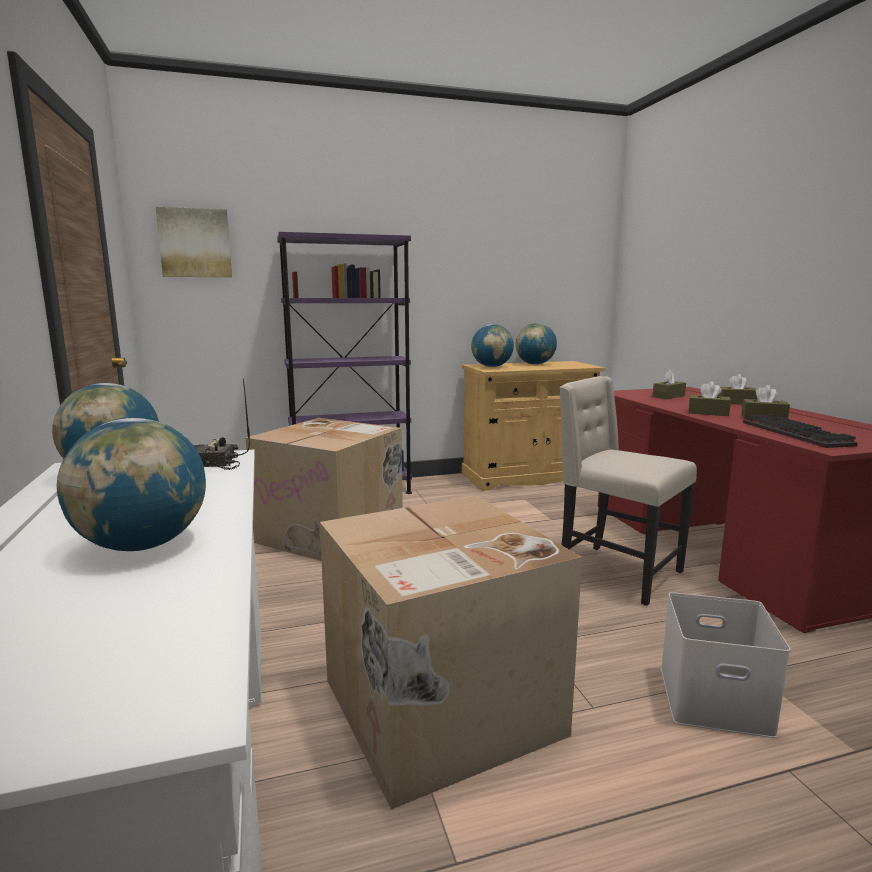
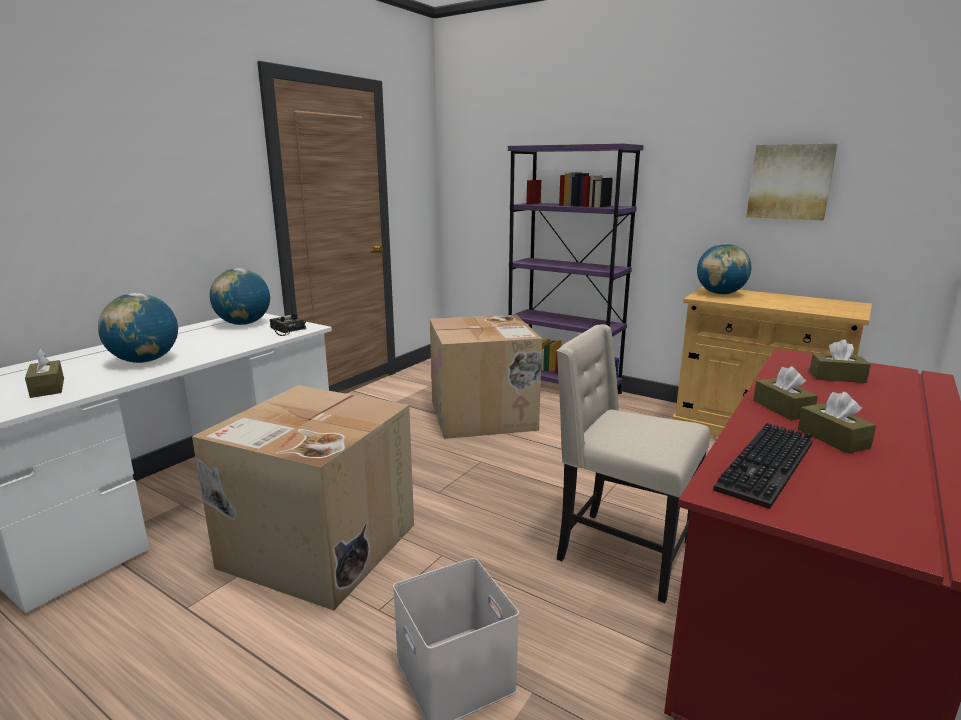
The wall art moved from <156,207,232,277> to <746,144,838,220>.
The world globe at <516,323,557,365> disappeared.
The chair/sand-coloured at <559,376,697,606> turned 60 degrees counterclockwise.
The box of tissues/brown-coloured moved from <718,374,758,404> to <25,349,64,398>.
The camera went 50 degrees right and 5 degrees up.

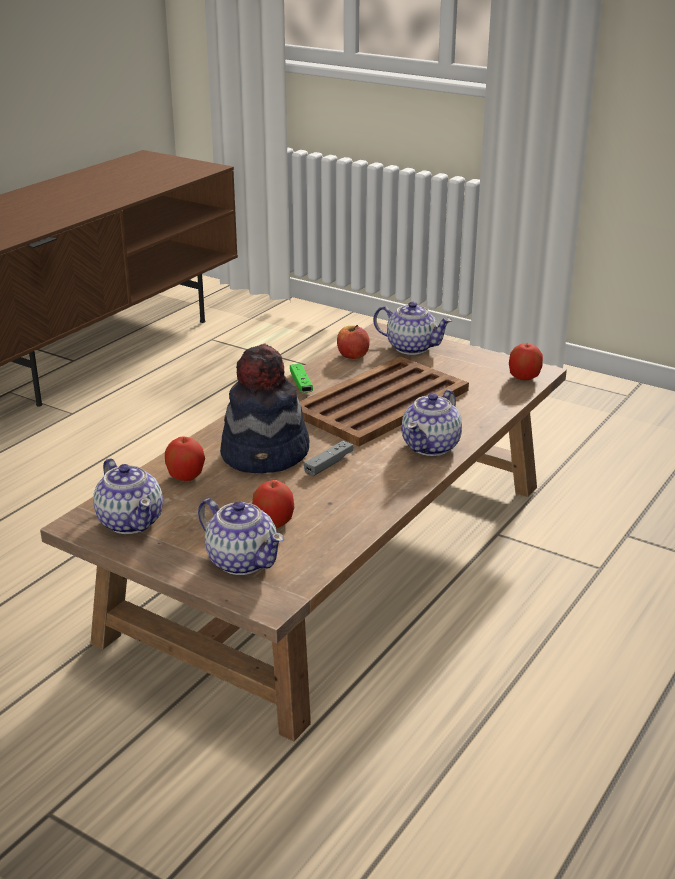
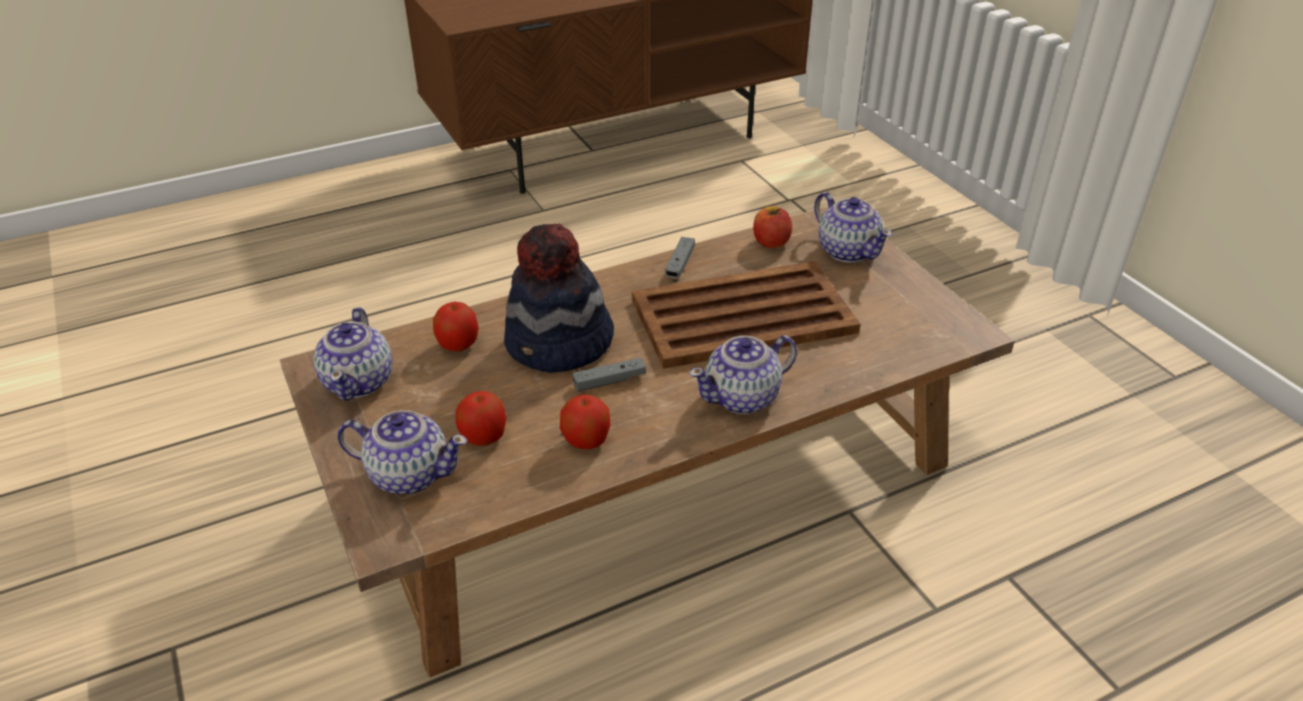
The pot for tea at <198,498,284,575> turned 60 degrees counterclockwise.
The gamepad/green-coloured at <290,364,313,393> became the gamepad/gray at <665,237,695,278>.
The whole apple moved from <509,343,543,380> to <560,395,610,449>.
The camera went 30 degrees right and 10 degrees up.

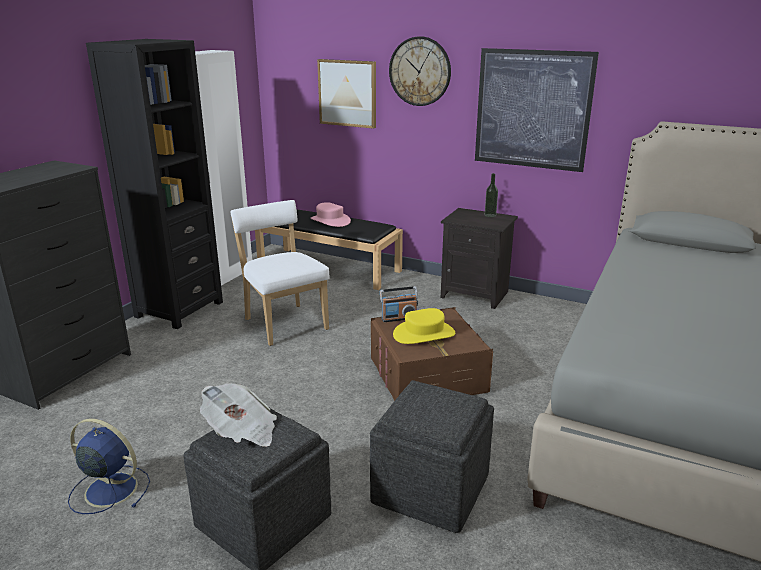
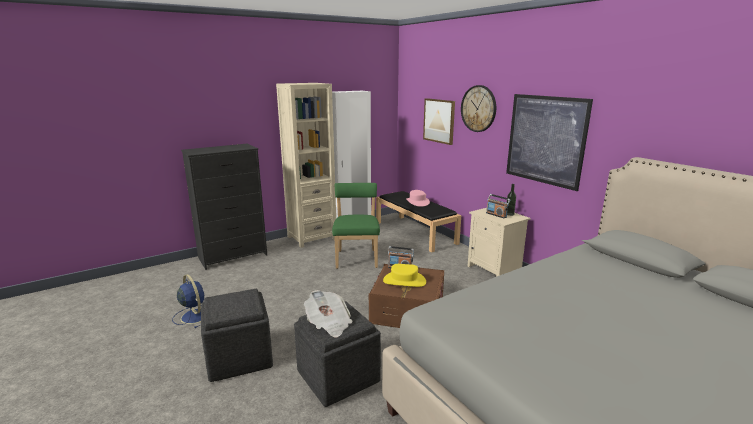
The shelving unit/blackish at <86,39,223,329> became the shelving unit/sand-coloured at <276,83,336,248>.
The newspaper moved from <199,383,277,447> to <304,290,353,337>.
The chair/white at <231,200,330,346> became the chair/green-coloured at <332,183,380,269>.
The night table/blackish at <441,208,518,309> became the night table/sand-coloured at <468,208,531,277>.
The radio receiver at <486,194,510,218> appeared.
The camera went 30 degrees right and 5 degrees down.

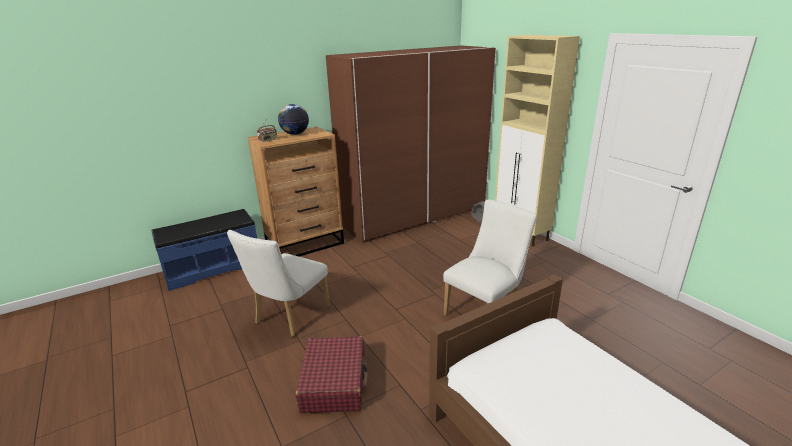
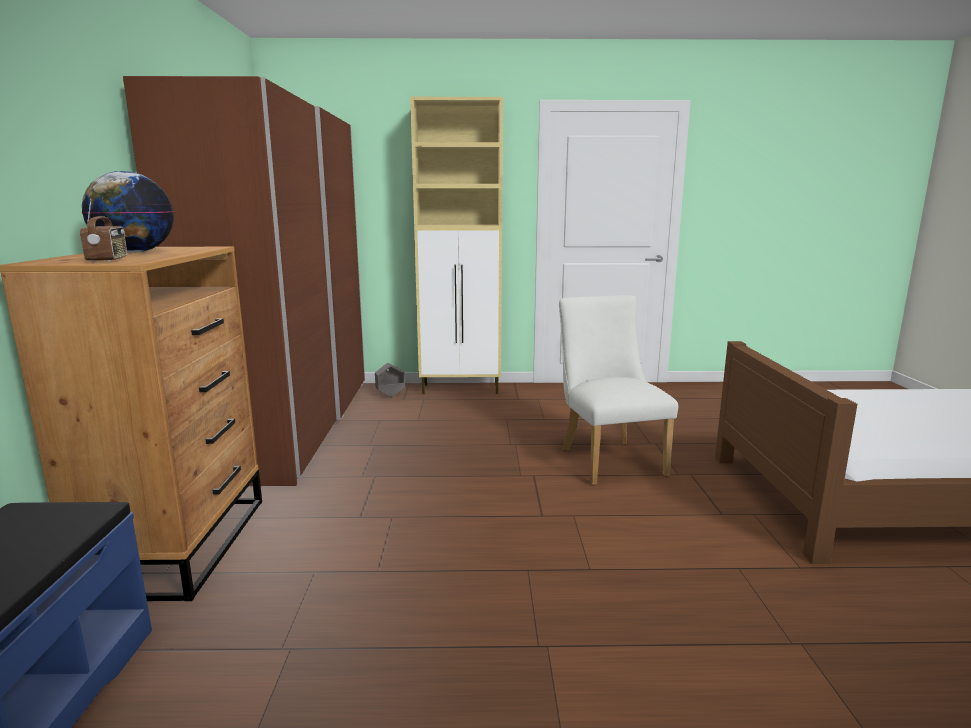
The chair/white at <227,230,330,337> disappeared.
The travel case/reddish at <296,336,368,413> disappeared.
The camera went 60 degrees left and 10 degrees down.

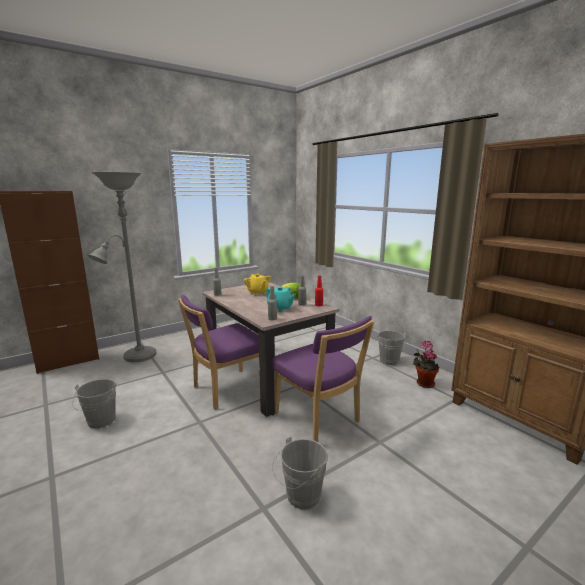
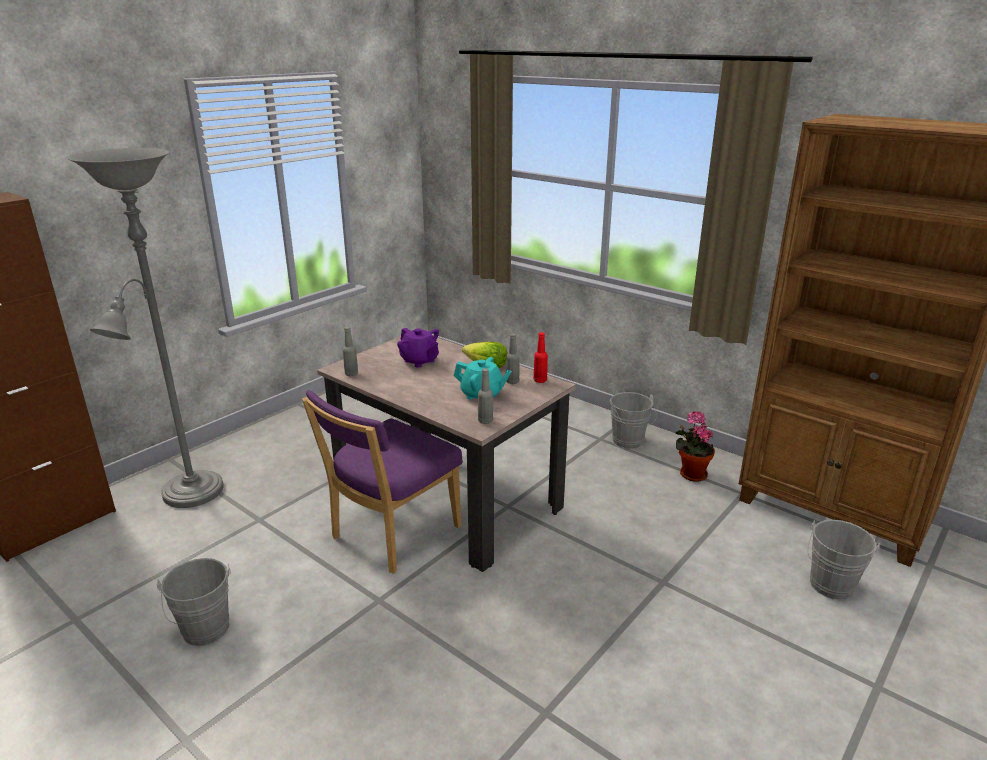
The pot for tea/yellow-coloured at <244,274,271,295> became the pot for tea/purple at <397,328,439,368>.
The chair/purple at <271,316,374,442> disappeared.
The bucket/gray moved from <272,437,328,510> to <807,520,880,600>.
The camera went 15 degrees left and 10 degrees up.

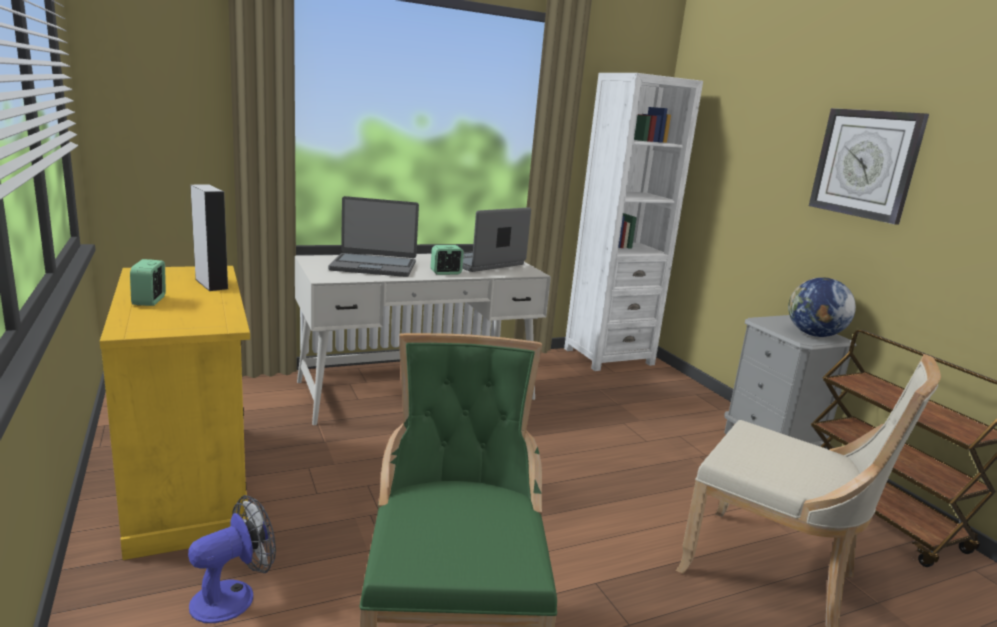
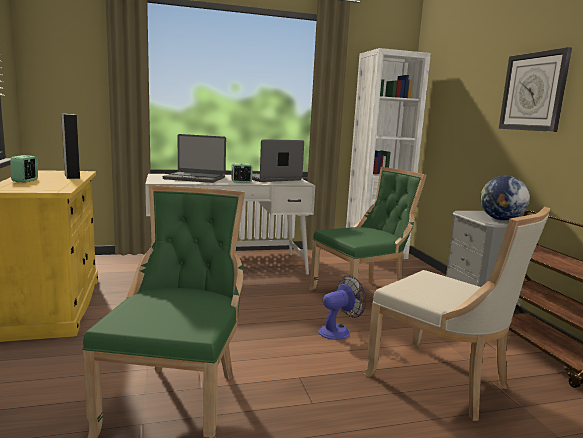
The electric fan moved from <188,495,276,623> to <318,275,366,340>.
The chair/green-coloured at <309,167,426,315> appeared.
The camera went 10 degrees right and 5 degrees down.

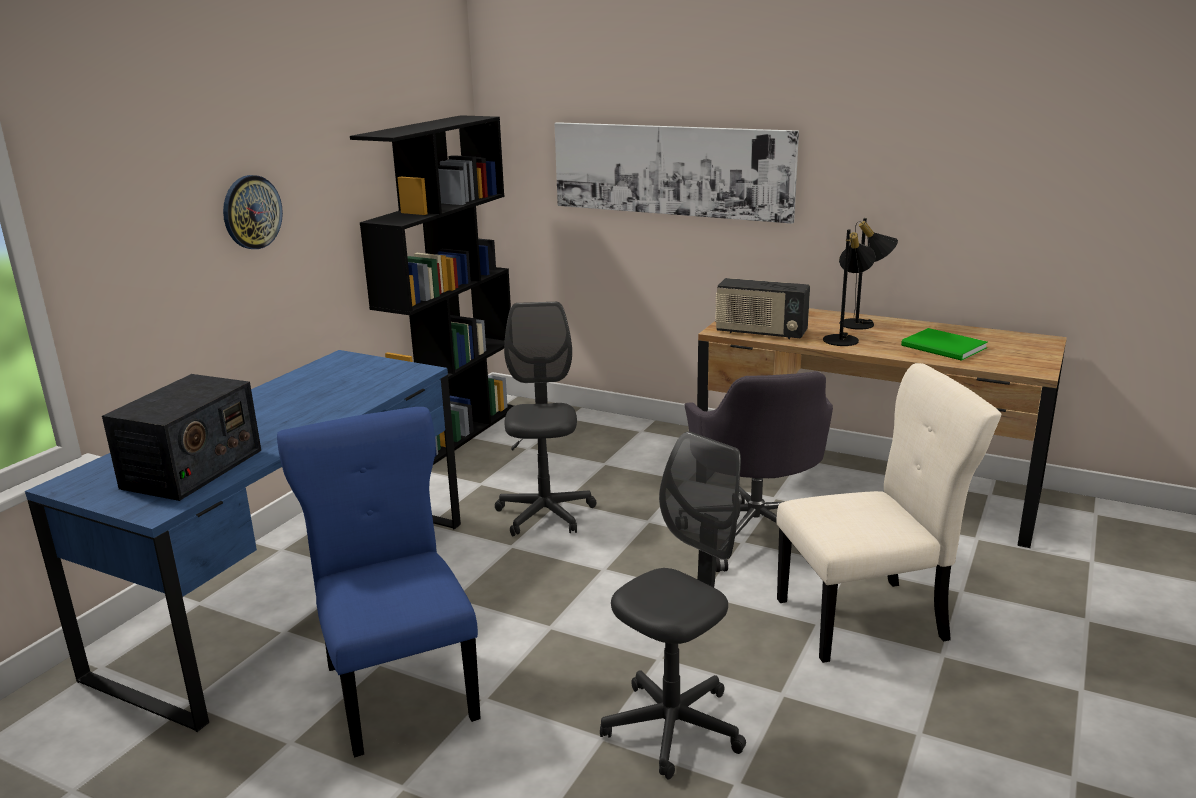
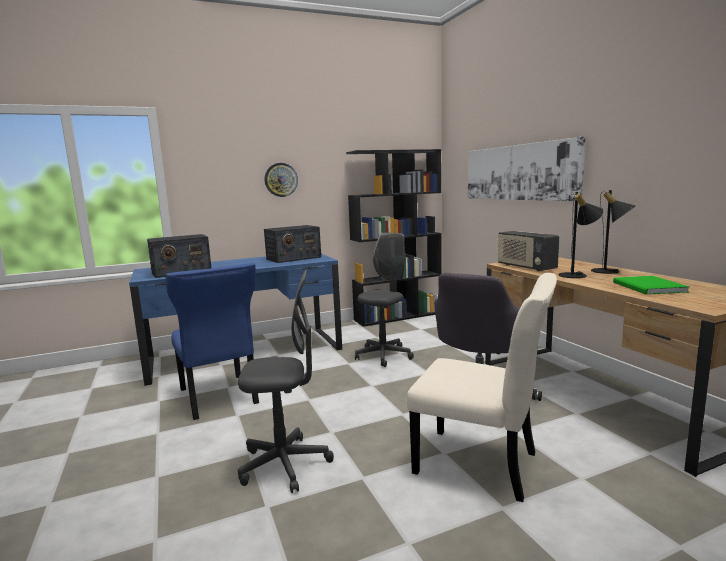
The chair/blue-coloured at <277,407,481,758> turned 135 degrees clockwise.
The radio receiver at <264,225,321,263> appeared.
The camera went 40 degrees right and 10 degrees down.

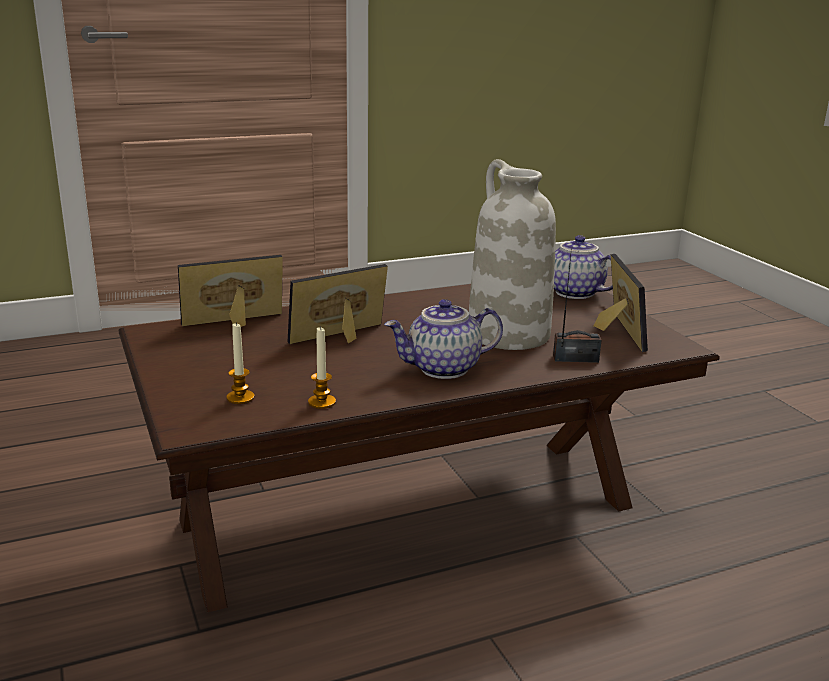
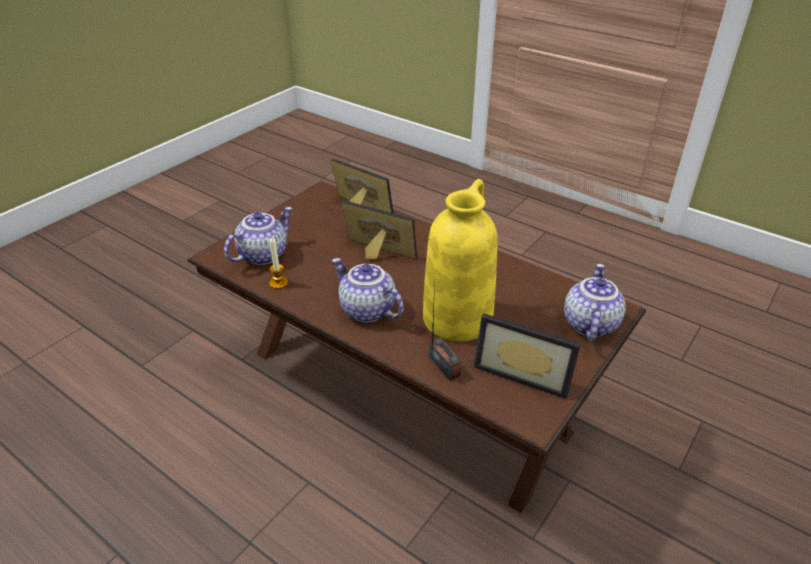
The candle at <226,323,254,404> was replaced by the pot for tea at <224,207,292,265>.
The flower vase/white at <469,159,556,350> became the flower vase/yellow-coloured at <423,179,498,342>.
The picture frame at <594,254,648,352> turned 60 degrees clockwise.
The camera went 60 degrees right and 15 degrees up.

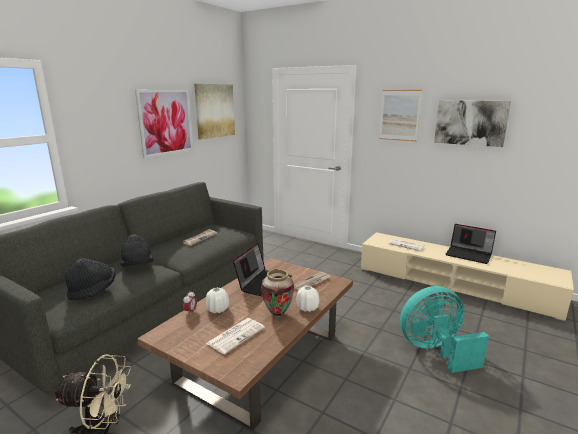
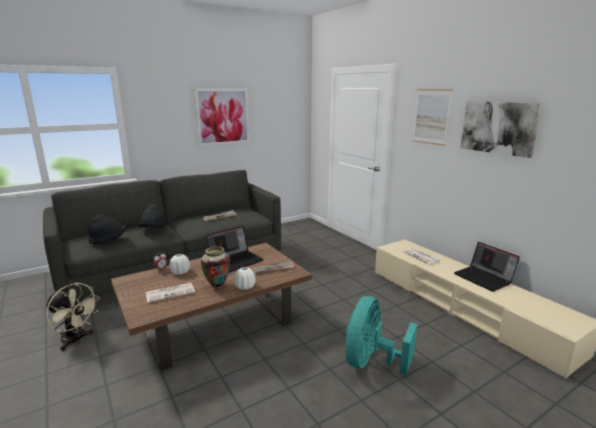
The wall art at <194,84,235,139> disappeared.
The electric fan/turquoise-coloured at <400,286,489,373> turned 75 degrees counterclockwise.
The camera went 25 degrees right and 0 degrees up.

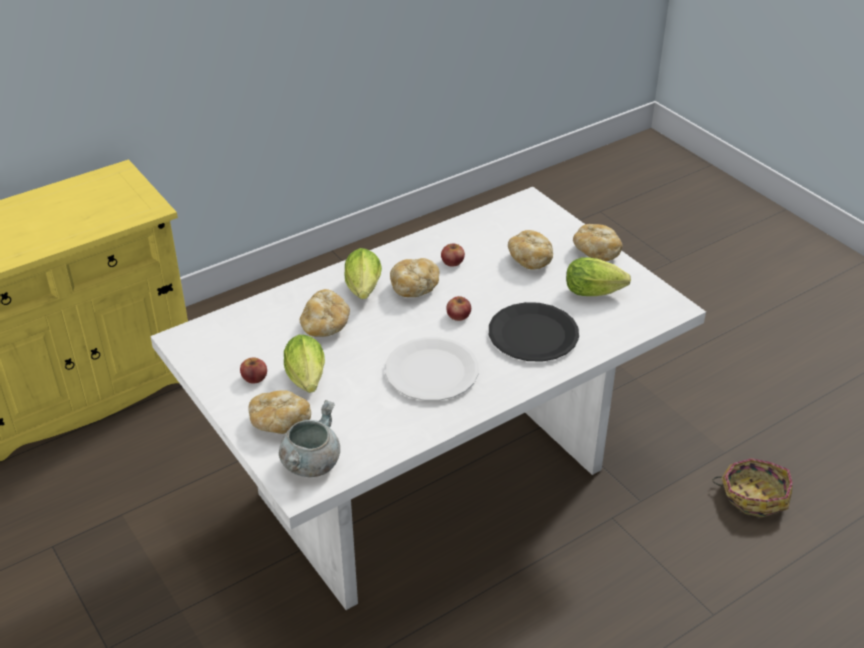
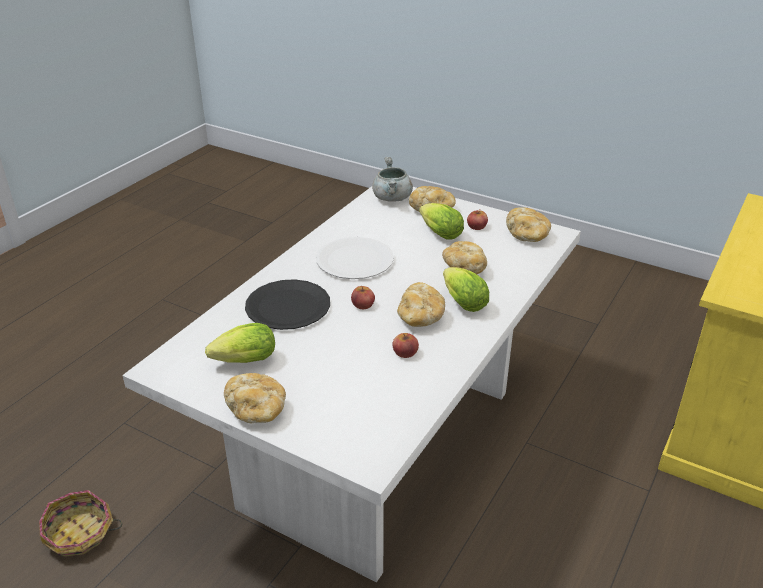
The baked bread moved from <508,230,553,270> to <506,207,551,242>.
The camera went 155 degrees right and 5 degrees down.

